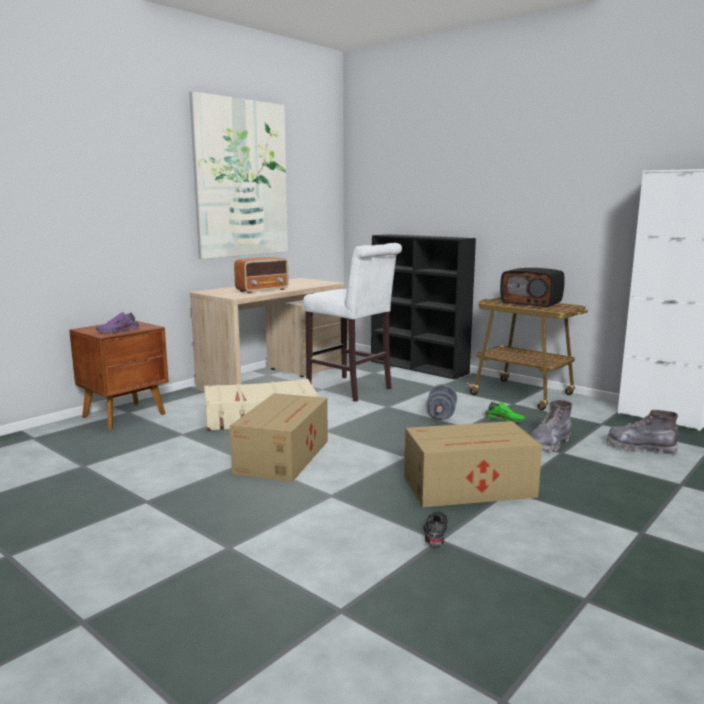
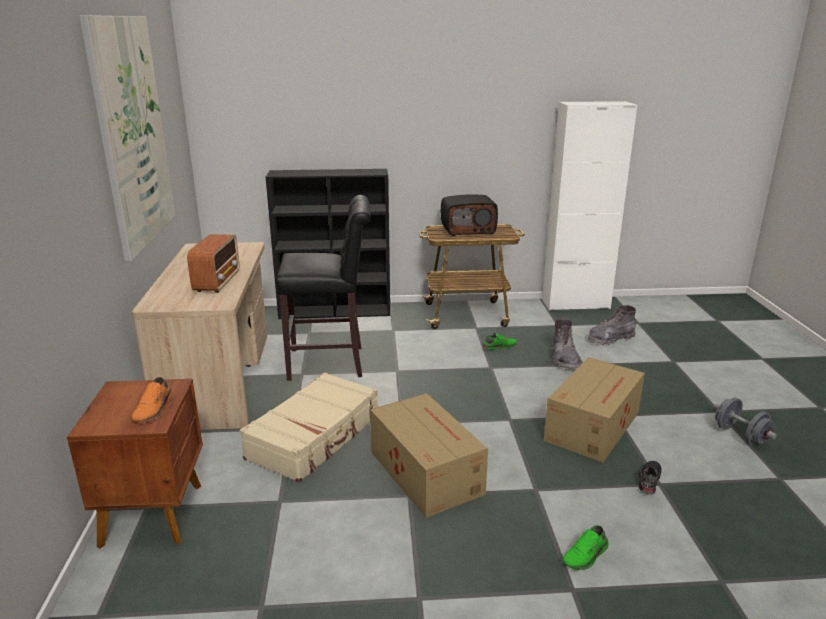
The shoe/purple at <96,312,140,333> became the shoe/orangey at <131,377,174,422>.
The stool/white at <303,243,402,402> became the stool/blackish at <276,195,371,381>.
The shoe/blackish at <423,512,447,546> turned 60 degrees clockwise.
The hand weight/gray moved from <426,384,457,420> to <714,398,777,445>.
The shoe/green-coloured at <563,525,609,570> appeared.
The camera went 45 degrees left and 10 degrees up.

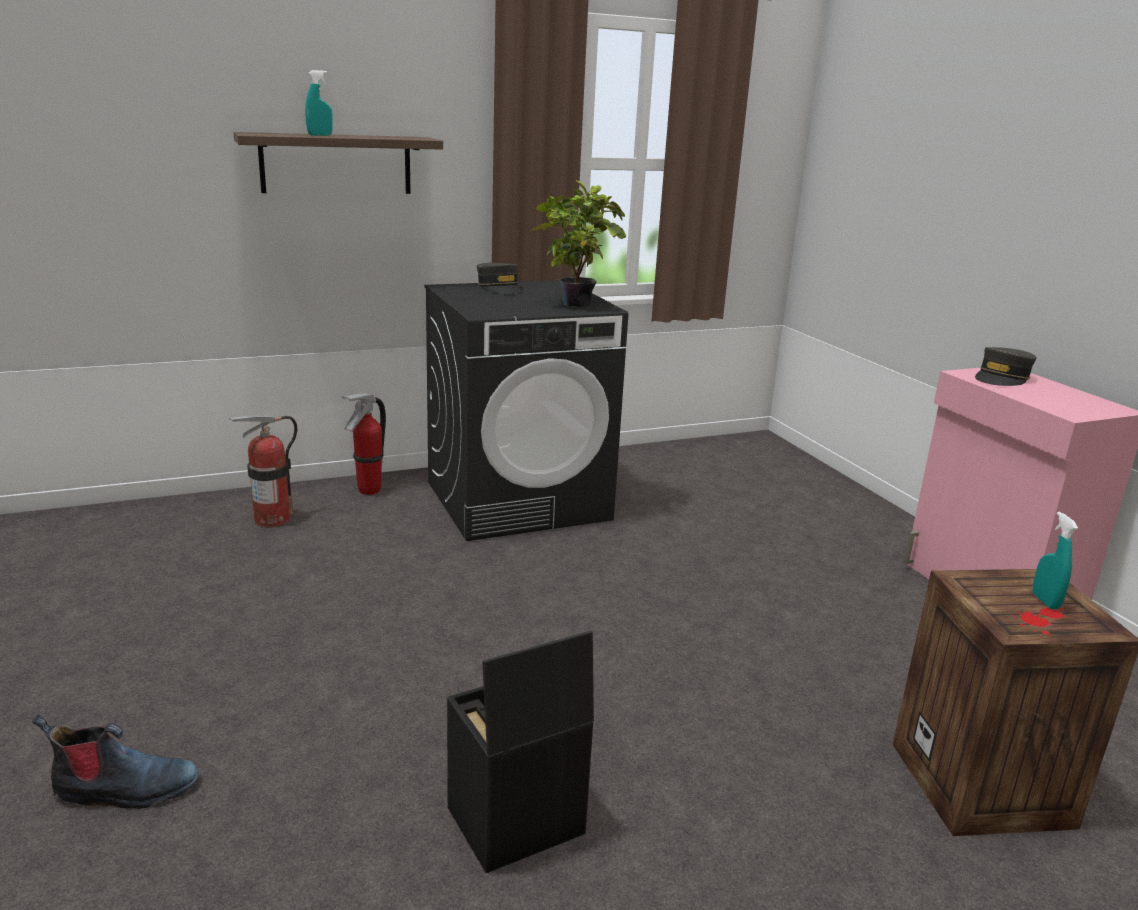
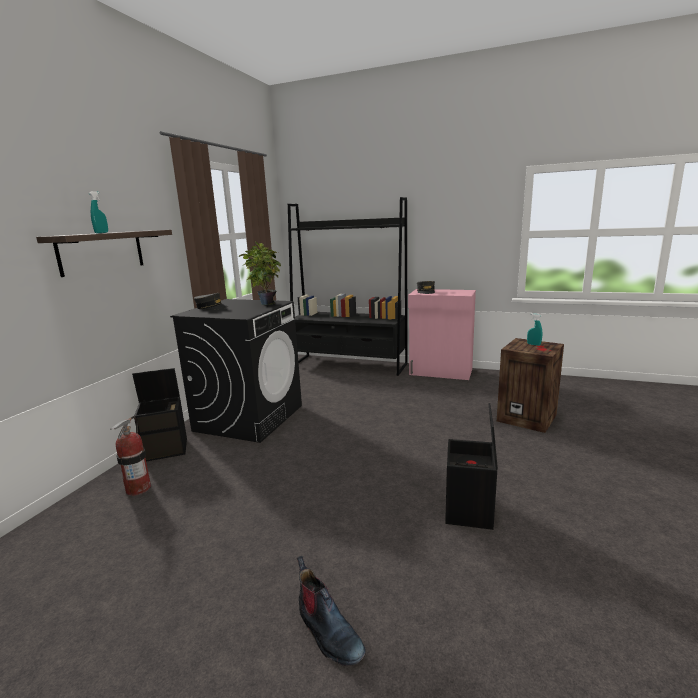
The boot at <32,714,199,809> turned 105 degrees clockwise.
The fire extinguisher at <342,393,386,495> was replaced by the storage bin/blackish at <132,368,187,462>.
The shelving unit/blackish at <288,197,408,376> appeared.
The camera went 45 degrees left and 5 degrees down.

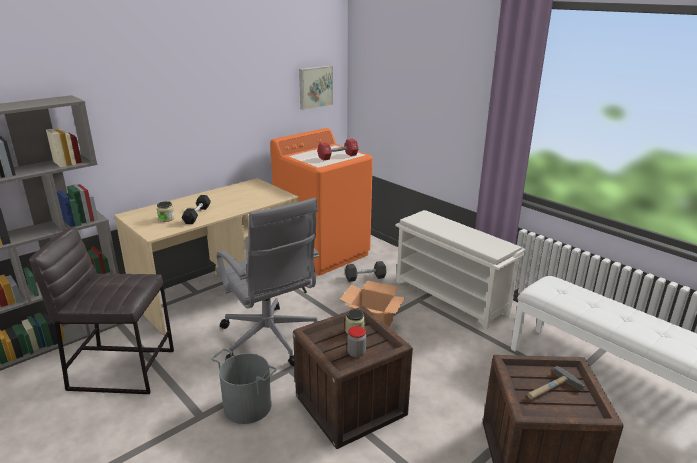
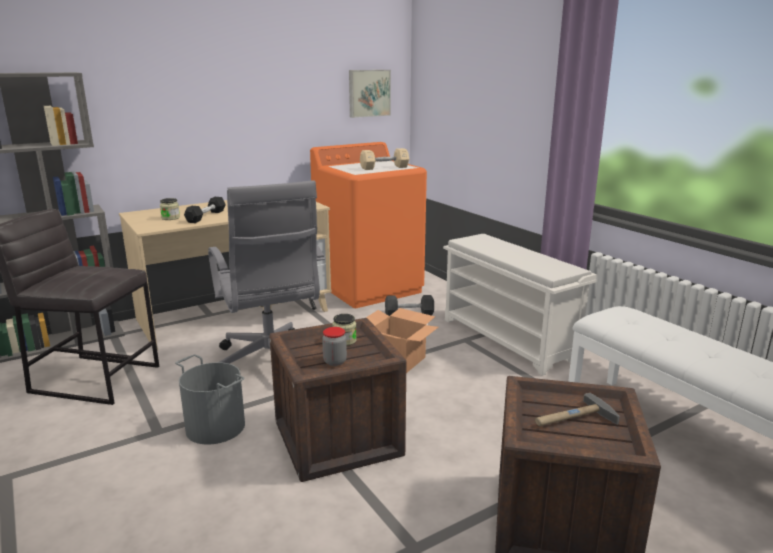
The hand weight/reddish at <317,139,359,160> became the hand weight/sand-coloured at <360,148,409,170>.
The camera went 10 degrees right and 5 degrees down.

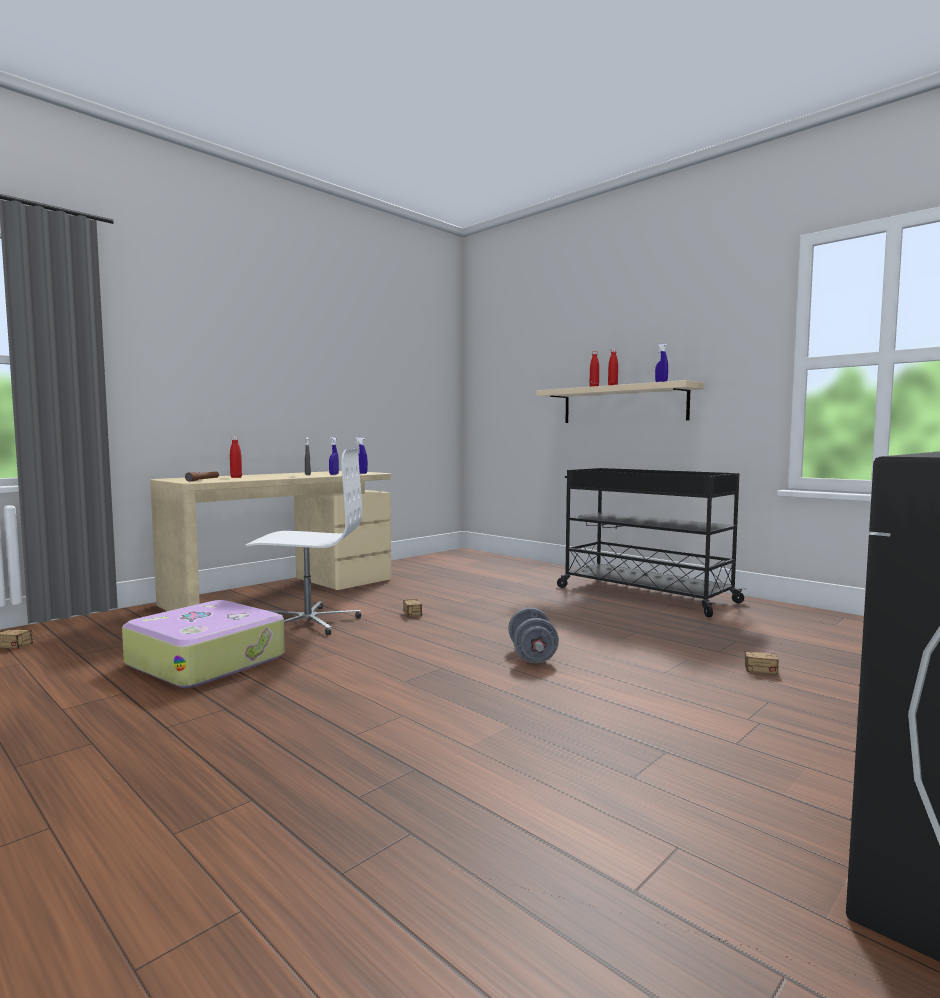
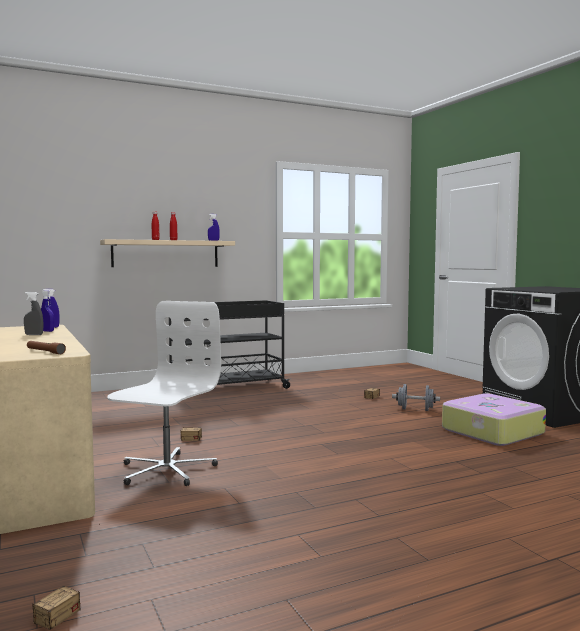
The travel case moved from <122,600,285,688> to <442,393,546,446>.
The bottle/reddish at <230,436,242,478> disappeared.
The hand weight/gray moved from <508,607,559,663> to <392,384,440,411>.
The camera went 70 degrees left and 0 degrees up.

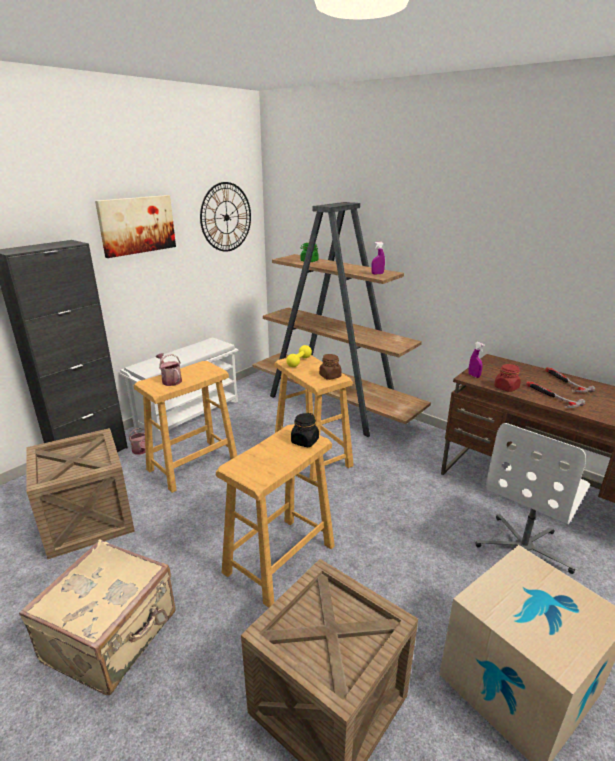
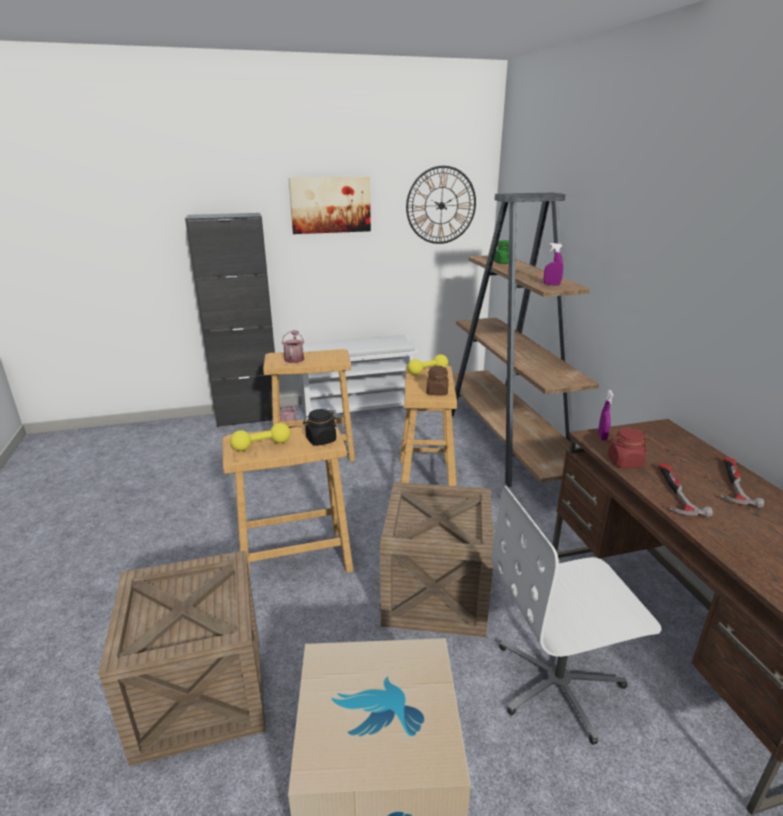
The travel case/sand-coloured at <19,540,176,695> disappeared.
The shipping crate moved from <26,428,135,559> to <380,482,494,637>.
The hand weight/yellow-coloured at <230,423,291,451> appeared.
The camera went 35 degrees right and 0 degrees up.

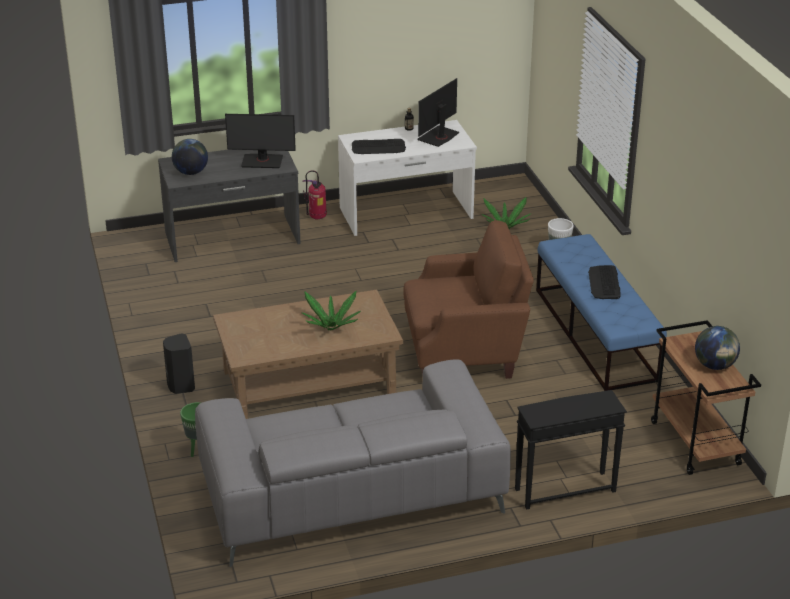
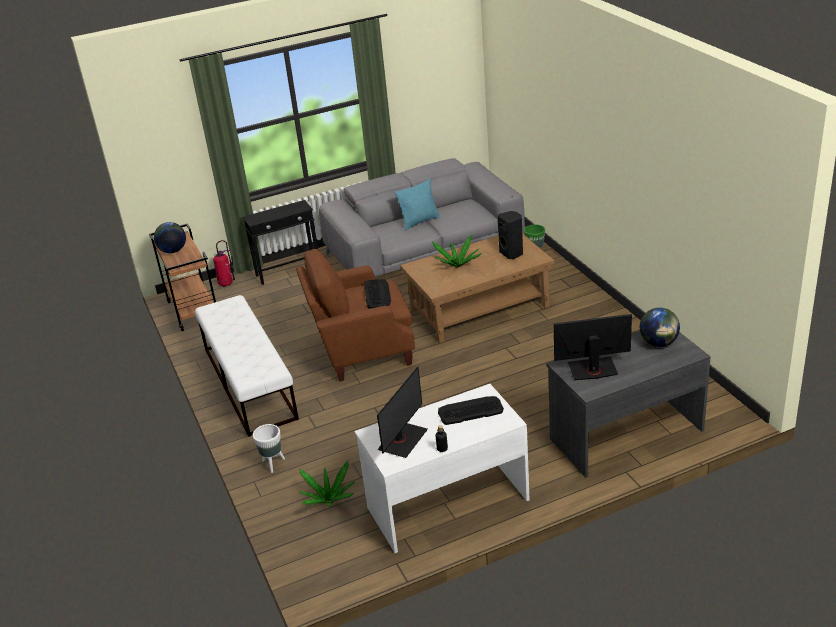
The audio speaker/blackish moved from <163,333,195,394> to <498,211,523,259>.
The fire extinguisher moved from <302,170,327,219> to <213,240,235,287>.
The bench/blue-coloured at <536,234,667,391> became the bench/white at <195,295,299,437>.
The computer keyboard moved from <588,265,621,299> to <364,279,391,309>.
The pillow/turquoise-coloured at <395,179,440,230> appeared.
The camera went 175 degrees right and 0 degrees up.

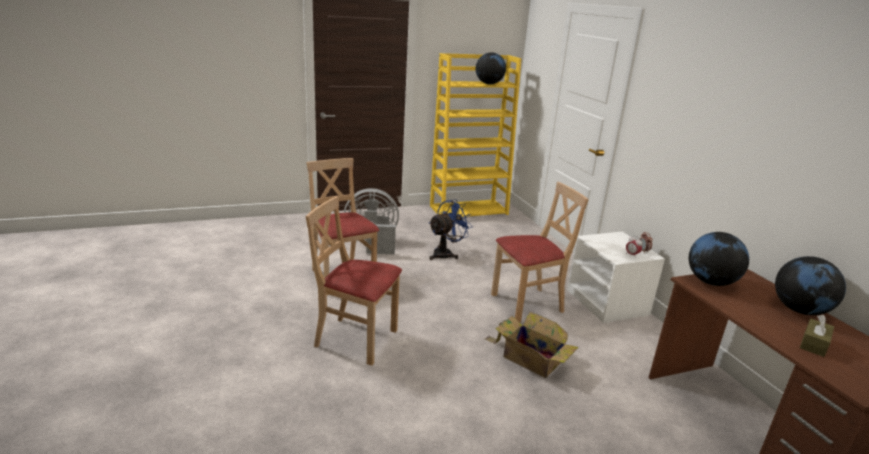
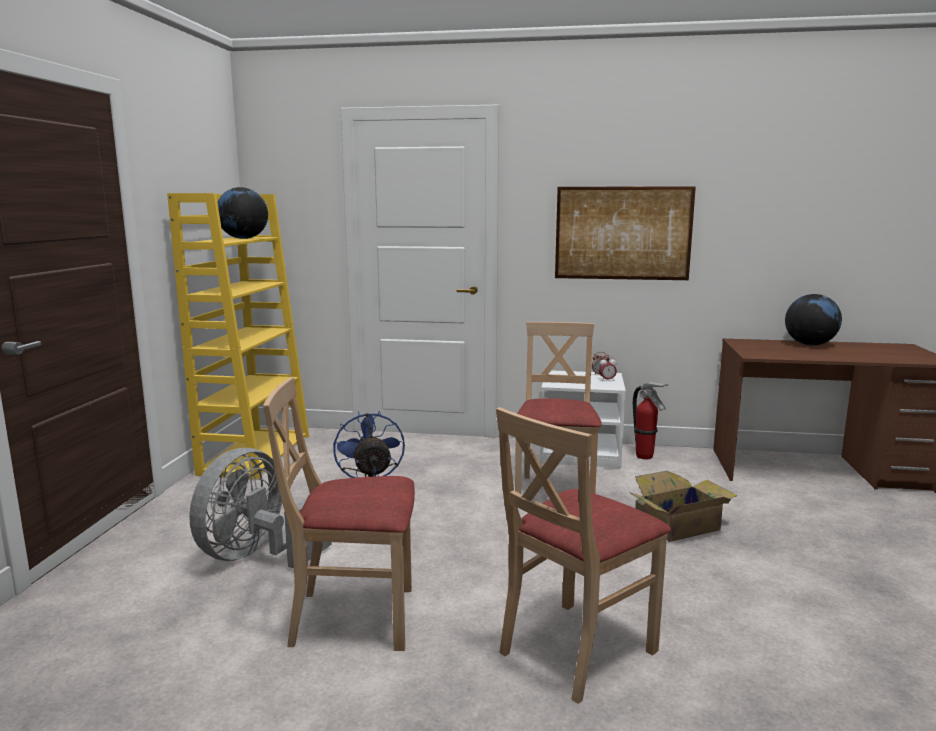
The world globe at <689,232,749,286> disappeared.
The box of tissues/brown-coloured at <800,315,834,357> disappeared.
The wall art at <555,186,696,280> appeared.
The fire extinguisher at <633,382,668,459> appeared.
The camera went 60 degrees left and 10 degrees down.

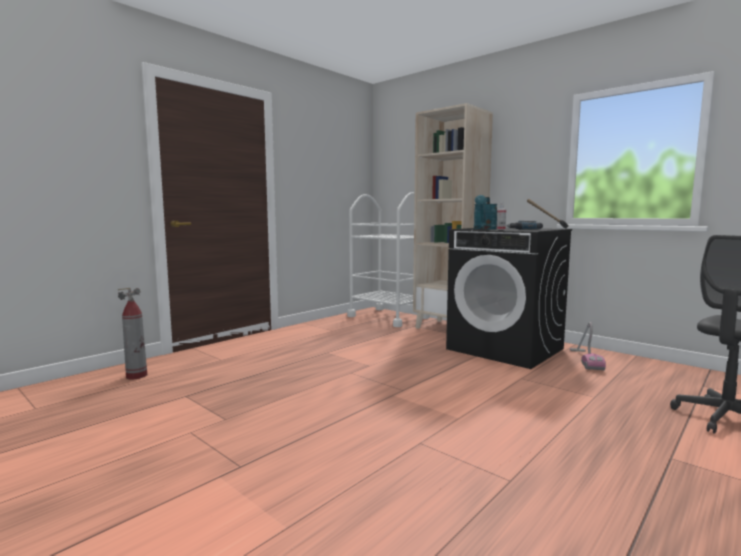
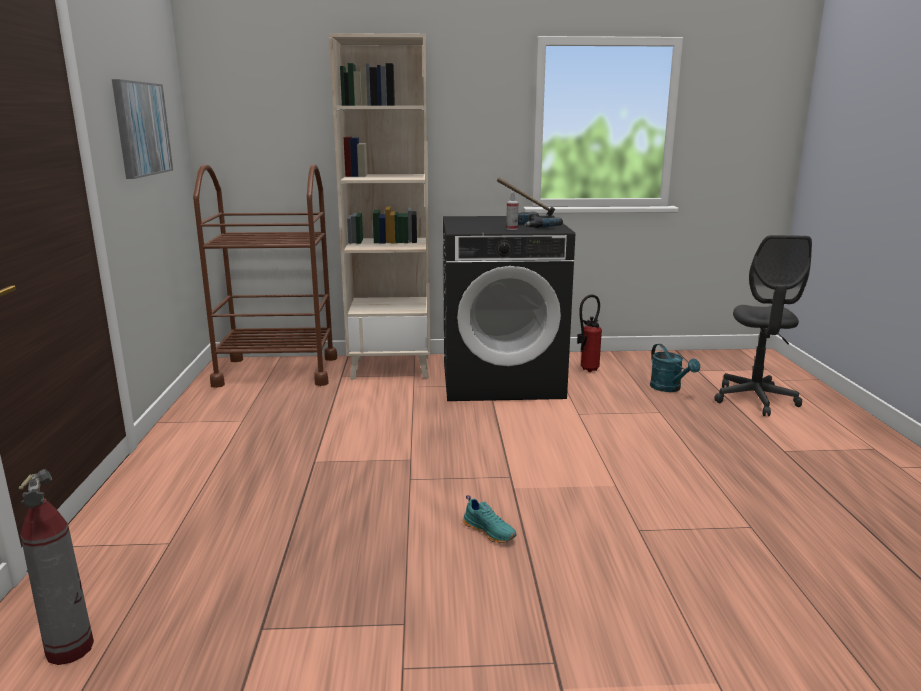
The cart/white at <347,192,429,327> became the cart/brown-coloured at <193,164,337,388>.
The sprinkling can/turquoise-coloured moved from <474,195,497,229> to <650,344,700,392>.
The hoover at <570,322,606,371> was replaced by the fire extinguisher at <577,295,602,372>.
The wall art at <112,79,173,179> appeared.
The shoe/turquoise-coloured at <463,495,516,543> appeared.
The camera went 45 degrees left and 10 degrees up.

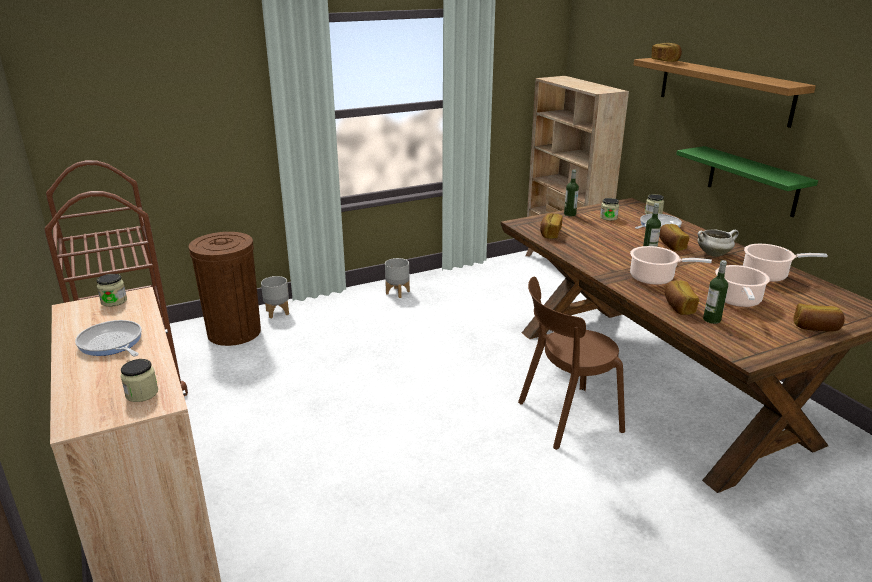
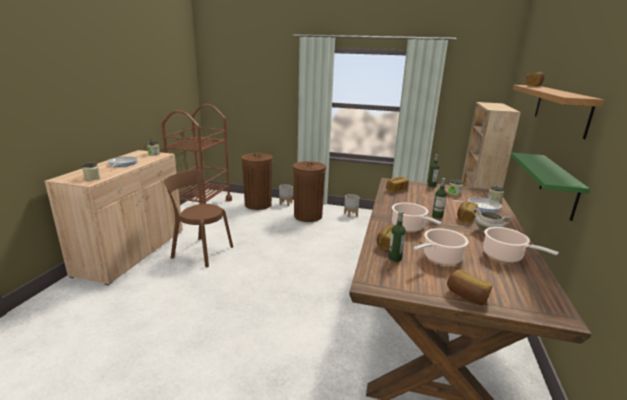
The chair/brown-coloured moved from <518,277,625,450> to <164,169,233,267>.
The waste bin/brown-coloured at <293,161,326,222> appeared.
The camera went 40 degrees right and 5 degrees down.

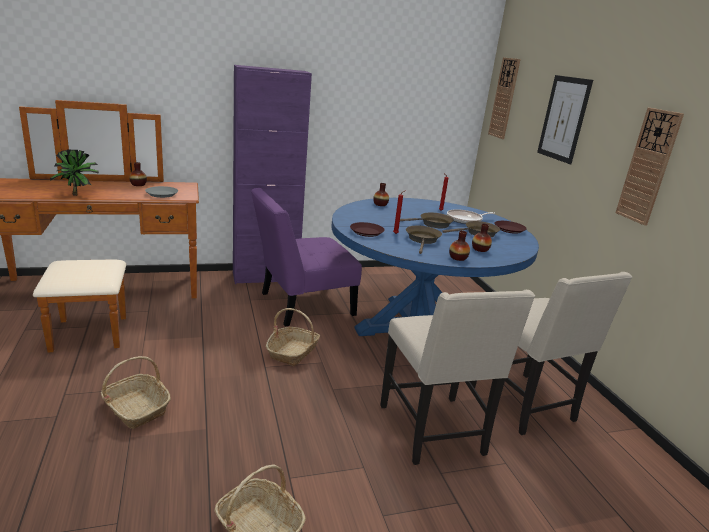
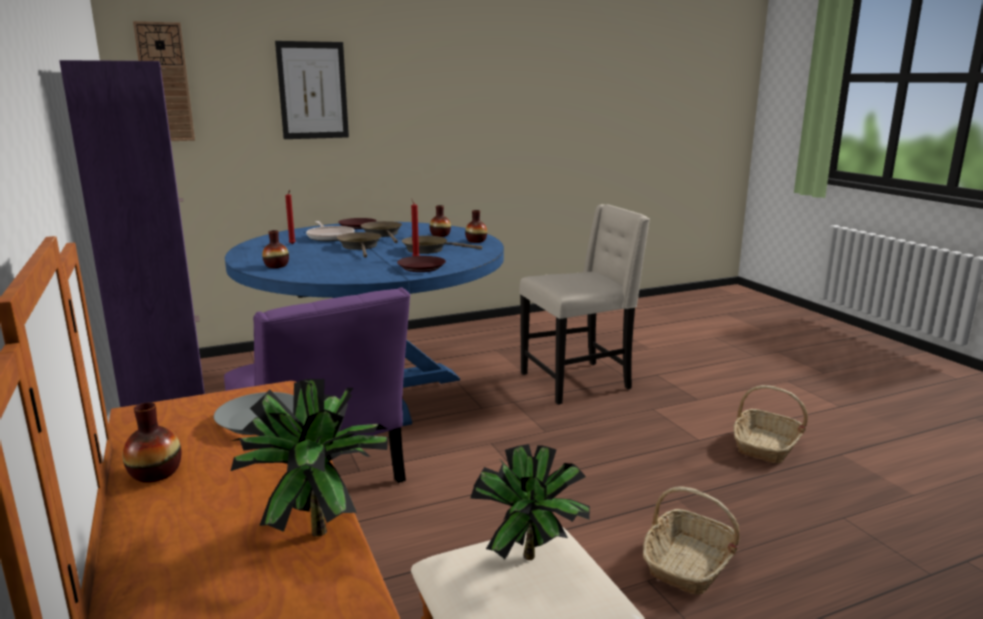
The basket at <266,308,320,366> disappeared.
The chair/sand-coloured at <470,272,632,435> disappeared.
The wall clock at <615,108,684,226> disappeared.
The houseplant at <470,444,590,560> appeared.
The camera went 95 degrees left and 5 degrees down.

